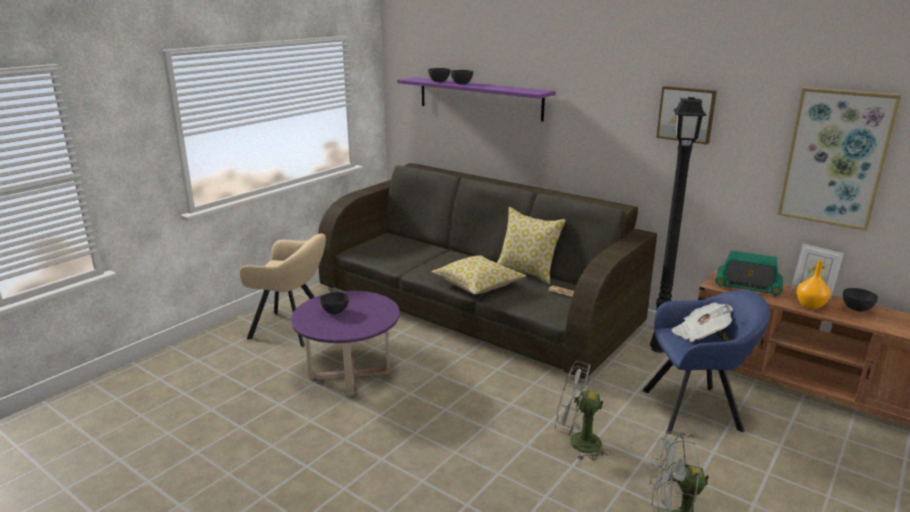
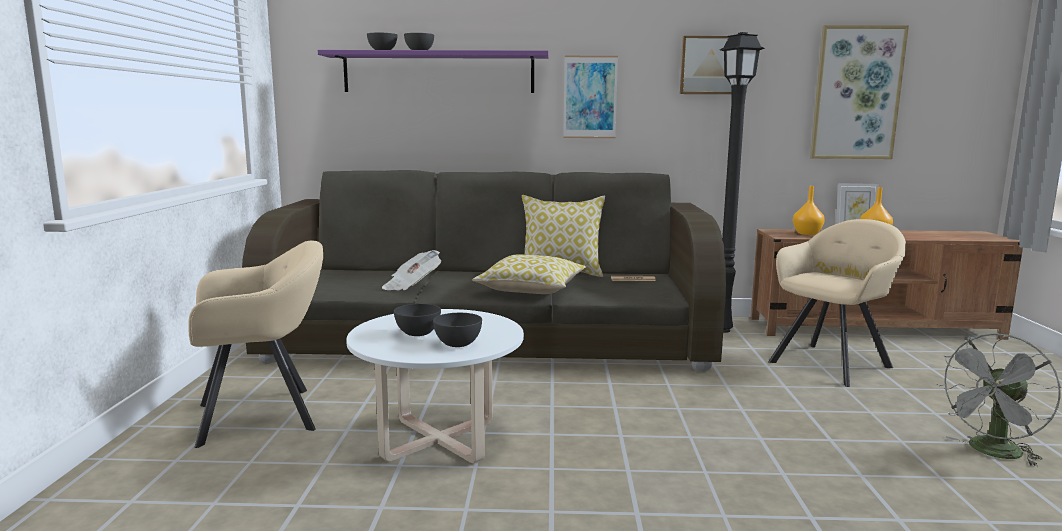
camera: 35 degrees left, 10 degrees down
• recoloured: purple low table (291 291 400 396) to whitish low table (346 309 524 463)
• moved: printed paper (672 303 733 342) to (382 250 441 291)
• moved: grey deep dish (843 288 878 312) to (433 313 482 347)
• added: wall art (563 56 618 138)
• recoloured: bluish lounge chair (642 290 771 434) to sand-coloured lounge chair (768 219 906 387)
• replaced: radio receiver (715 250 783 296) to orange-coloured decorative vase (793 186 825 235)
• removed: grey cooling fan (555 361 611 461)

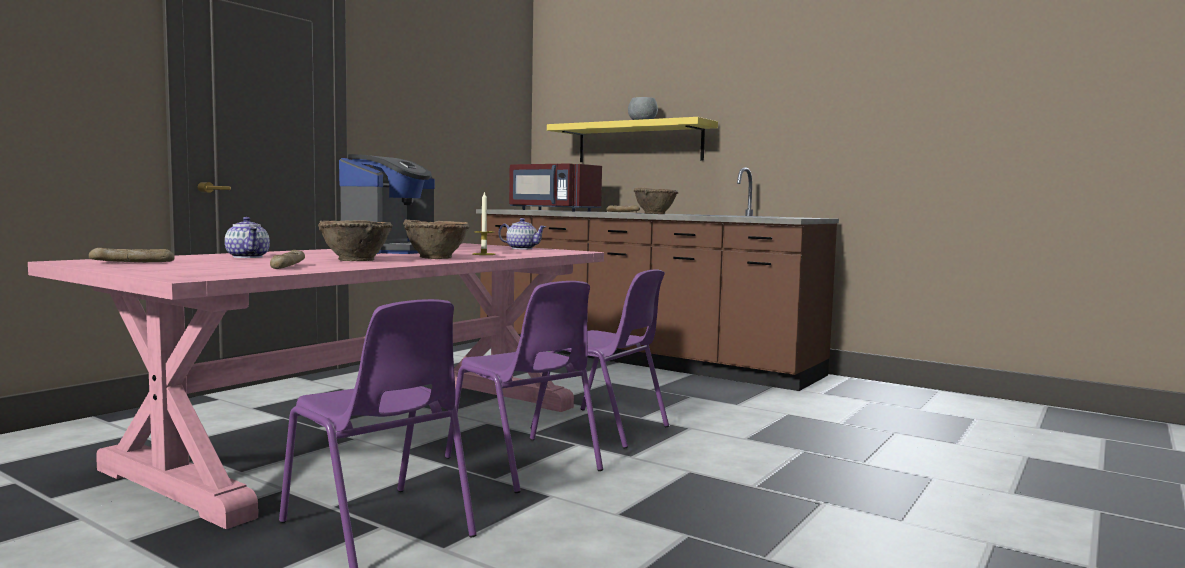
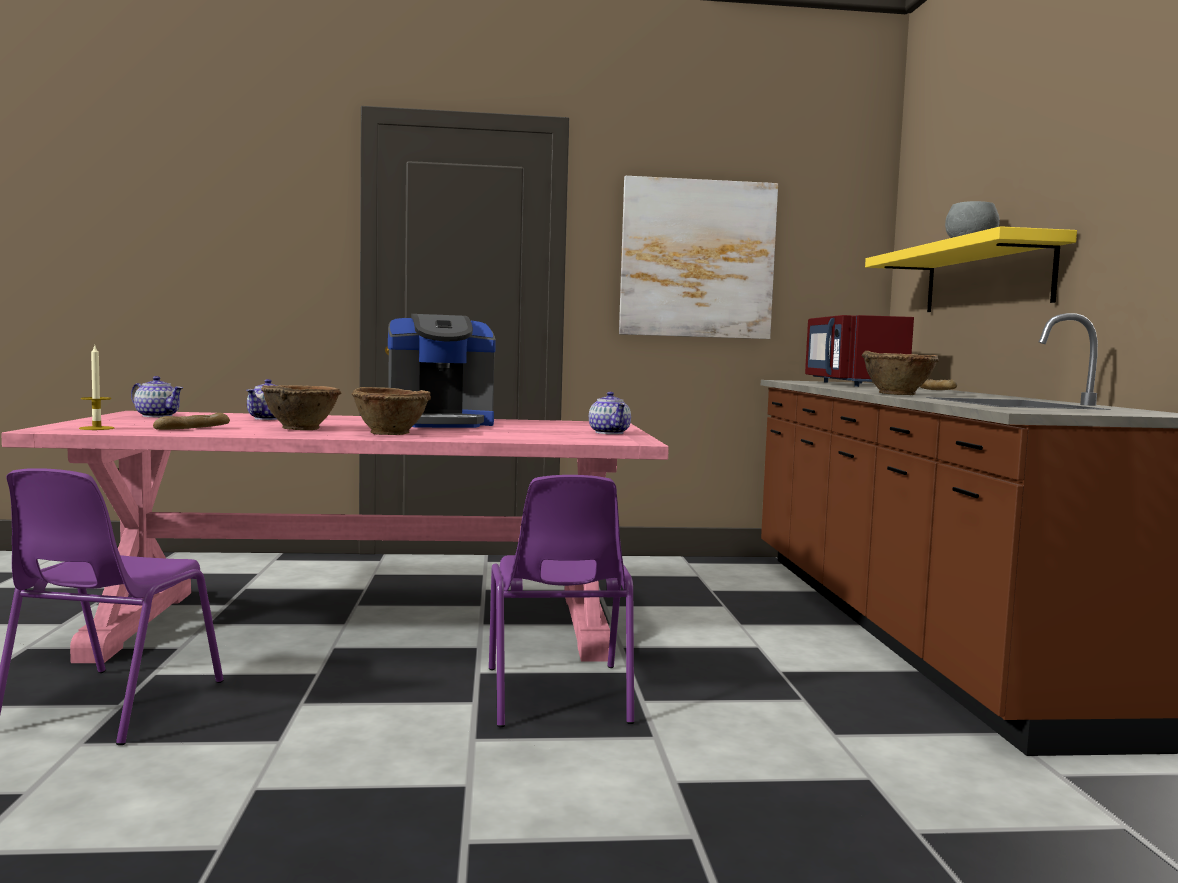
camera: 50 degrees right, 0 degrees up
• moved: wax light (473 191 496 255) to (79 346 114 430)
• replaced: bread (89 248 175 262) to tea pot (131 376 183 417)
• added: wall art (619 176 778 339)
• removed: purple chair (445 281 603 493)

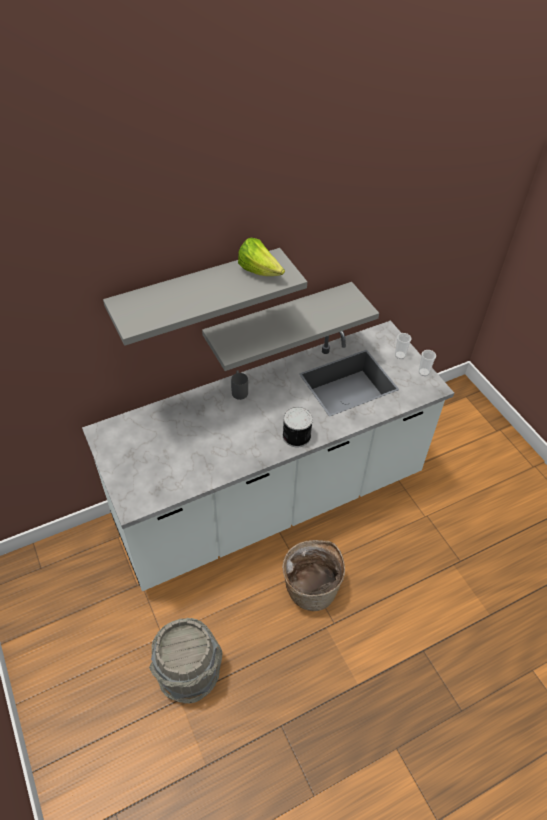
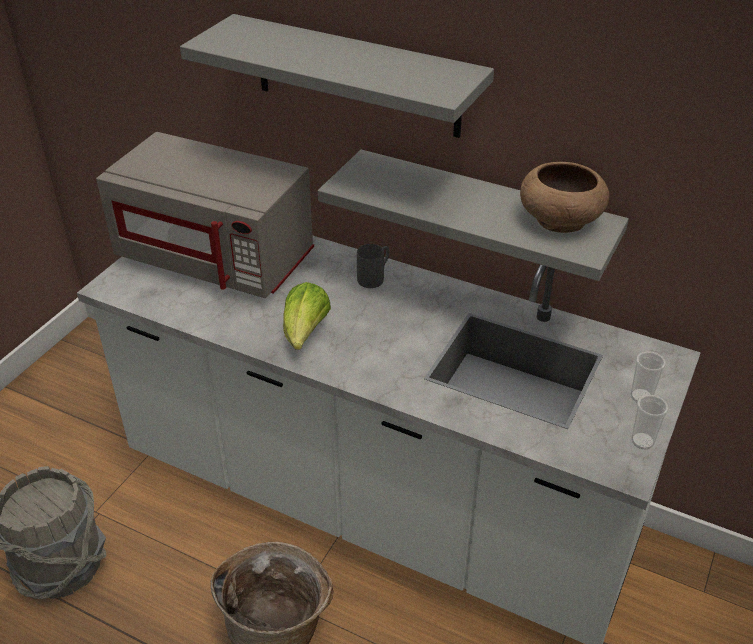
camera: 55 degrees right, 10 degrees down
• added: grey microwave oven (96 132 314 298)
• moved: head of lettuce (238 238 285 276) to (283 282 331 350)
• added: brown-coloured deep dish (520 162 610 233)
• removed: can (282 406 313 447)

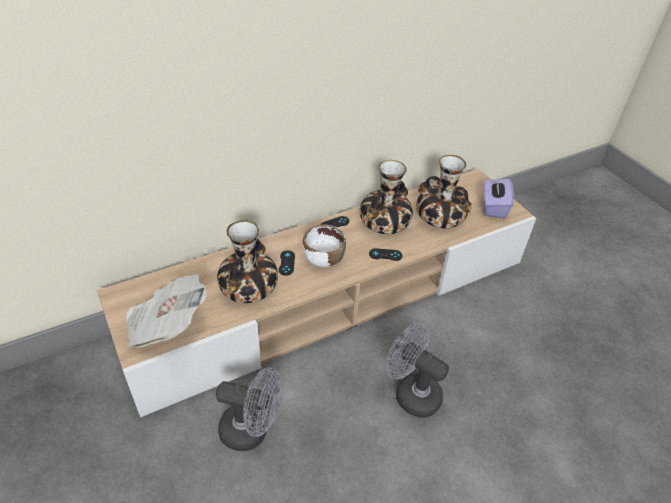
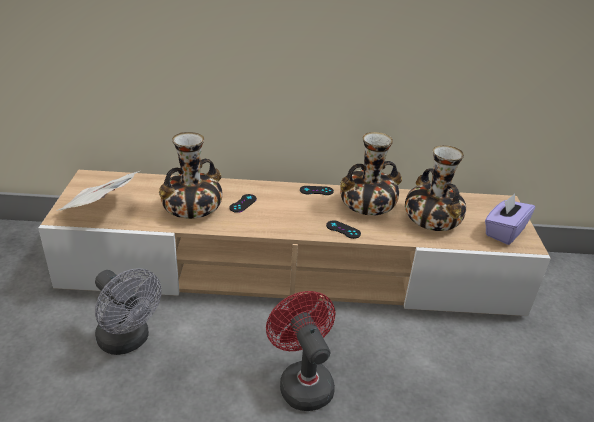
camera: 30 degrees right, 10 degrees down
• recoloured: grey cooling fan (386 322 449 418) to reddish cooling fan (266 291 335 411)
• removed: whitish deep dish (303 224 346 267)

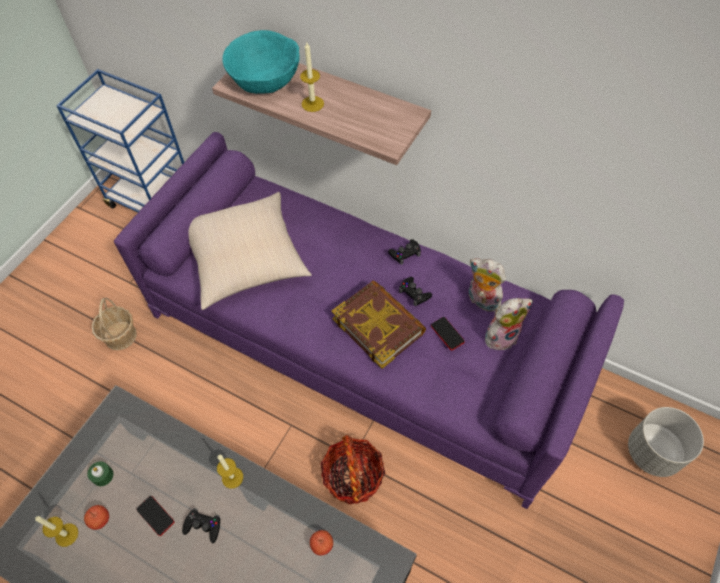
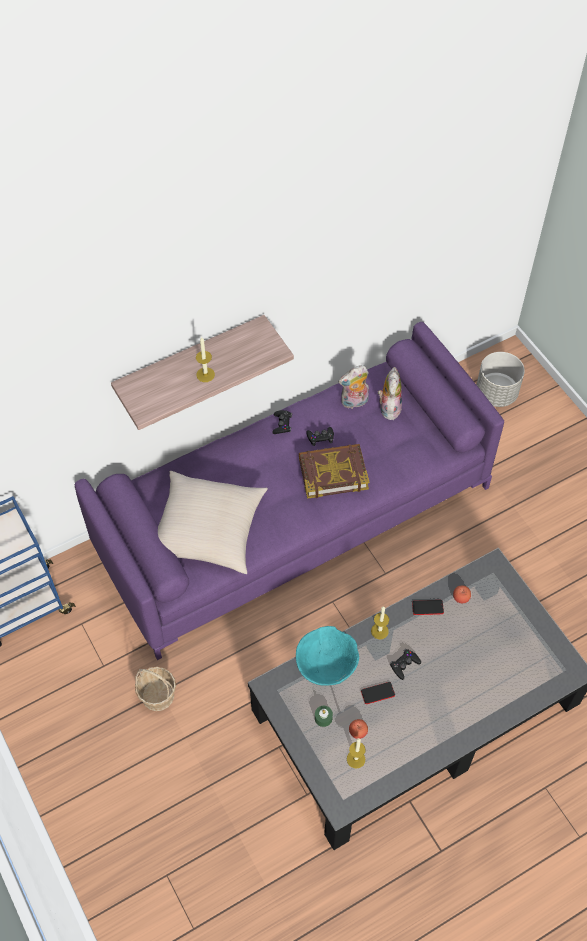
camera: 60 degrees left, 0 degrees up
• moved: blue-green deep dish (222 30 300 94) to (296 626 359 686)
• moved: handset (431 317 465 350) to (412 600 444 615)
• removed: storage basket (320 435 385 505)

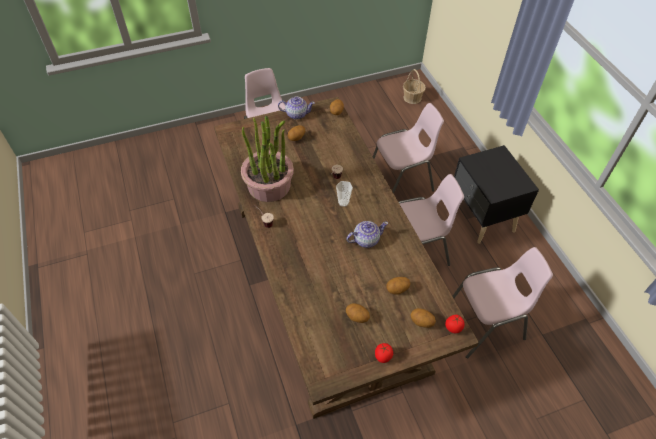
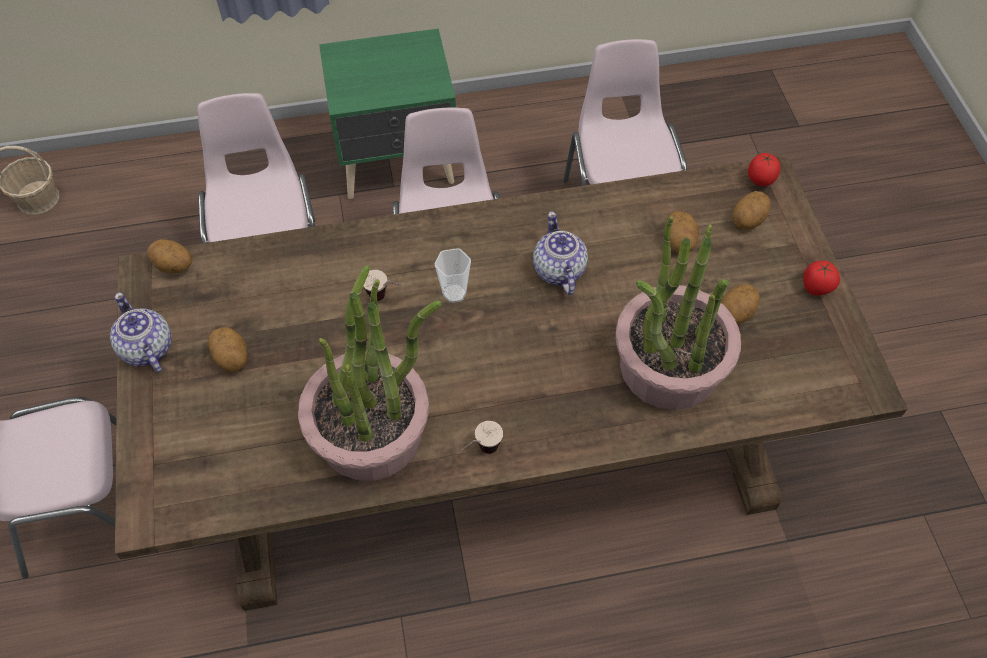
camera: 80 degrees left, 5 degrees up
• turned: tea pot (278 97 315 119) = (110 292 172 373) 45 degrees counterclockwise
• recoloured: blackish bedside table (454 145 539 244) to greenish bedside table (319 29 456 199)
• added: houseplant (616 216 741 410)

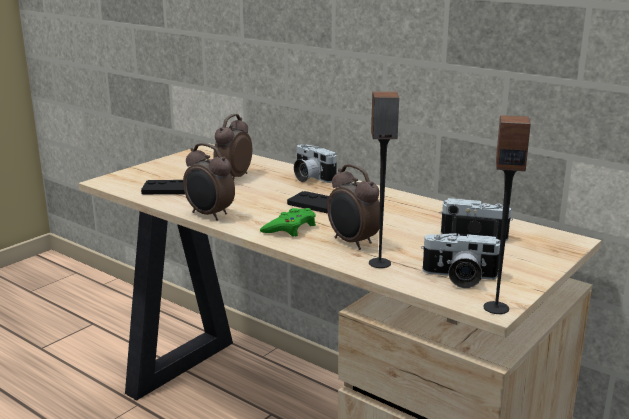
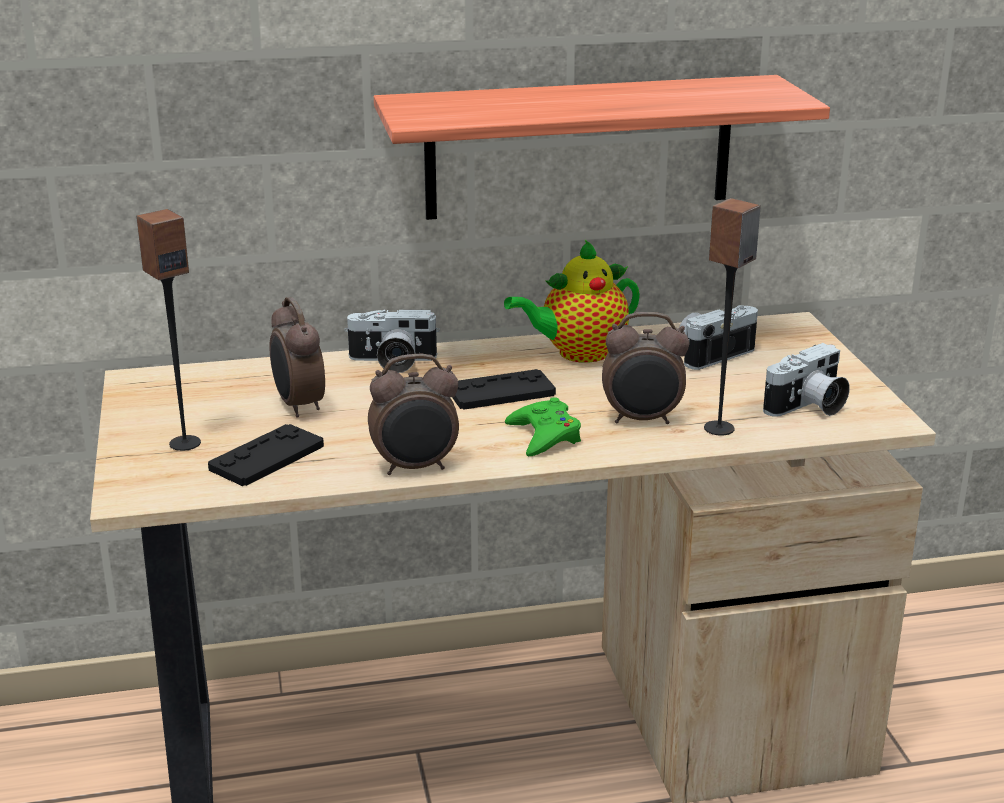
camera: 50 degrees left, 5 degrees up
• moved: loudspeaker (483 115 531 314) to (136 209 201 451)
• added: shelf (374 75 830 220)
• added: tea pot (504 240 640 363)

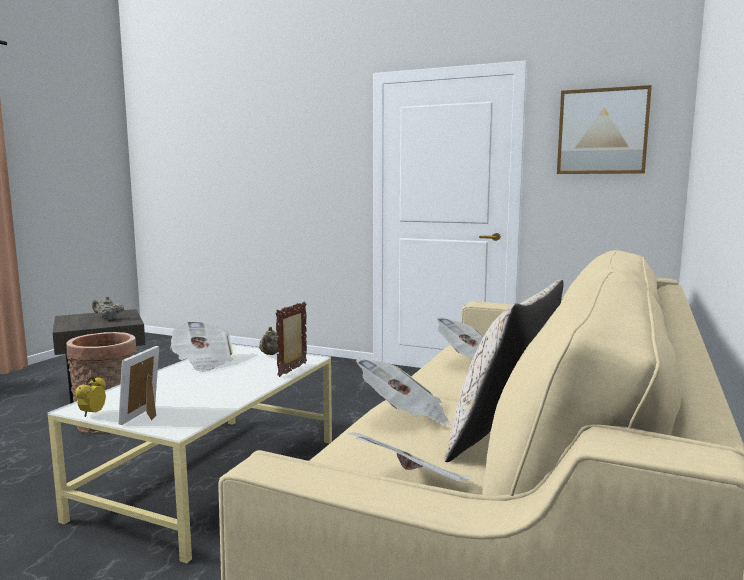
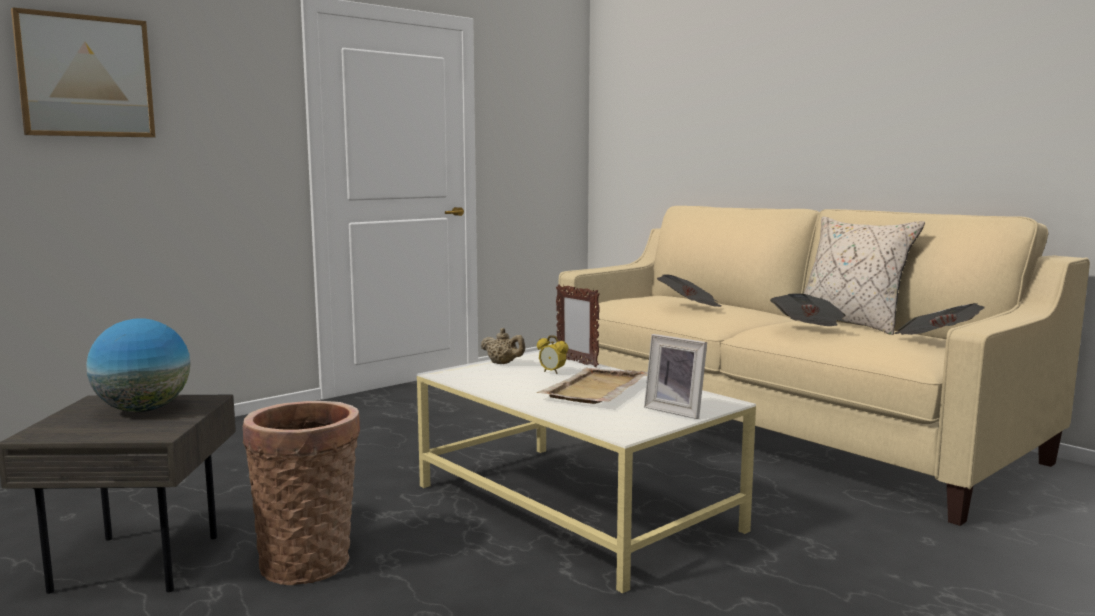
camera: 65 degrees left, 0 degrees up
• moved: wall art (557 85 652 174) to (11 7 155 138)
• replaced: sand-coloured tea pot (92 296 124 320) to globe (86 319 190 412)
• added: sand-coloured tray (536 368 648 404)
• moved: alarm clock (75 376 106 417) to (537 335 568 374)
• removed: printed paper (170 321 233 372)

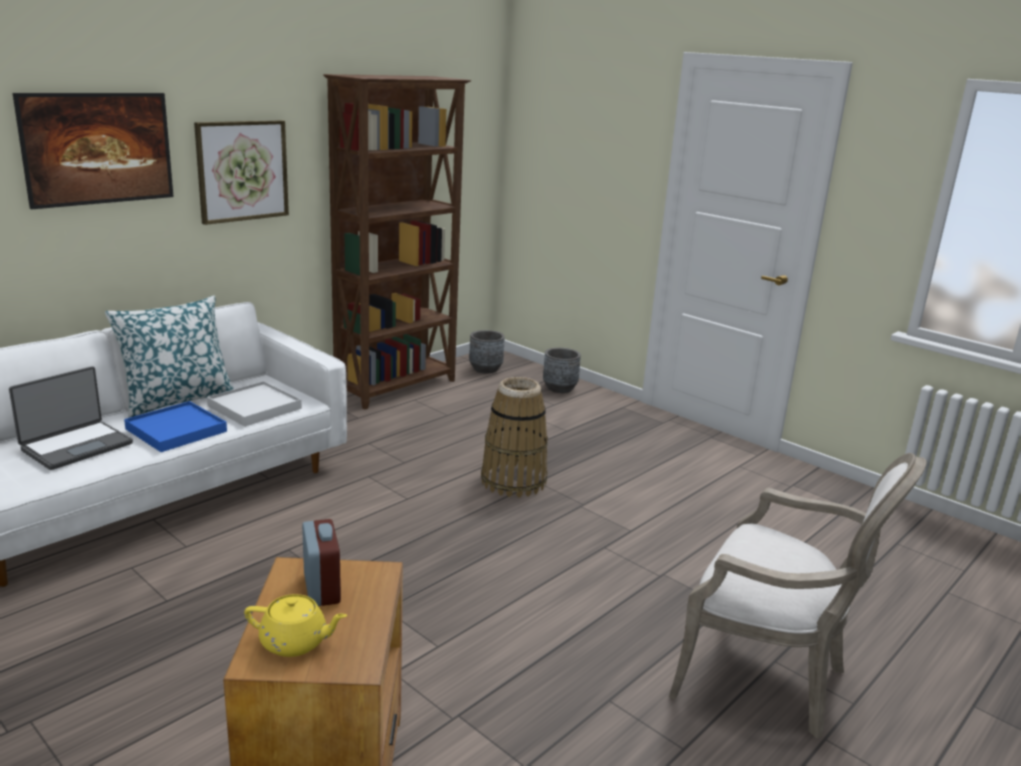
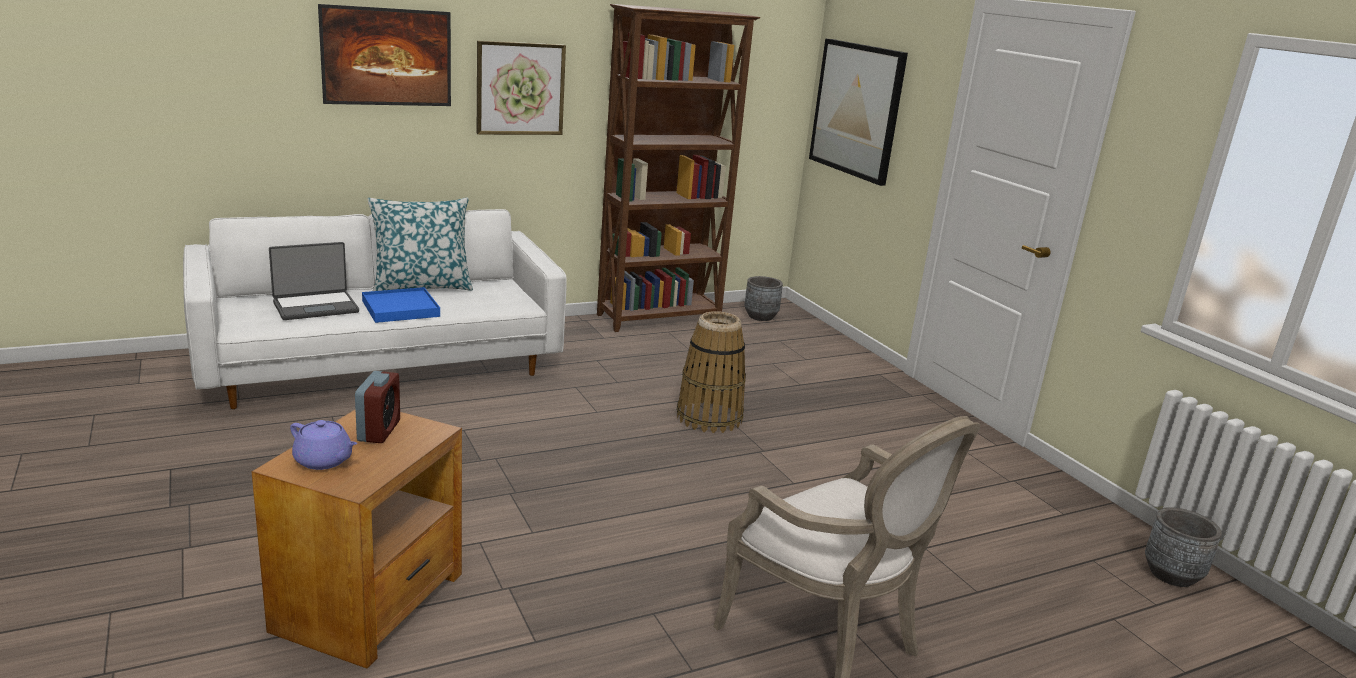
camera: 20 degrees right, 0 degrees up
• recoloured: yellow-coloured tea pot (244 594 347 657) to purple tea pot (290 420 357 470)
• added: wall art (809 38 908 186)
• moved: grey planter (543 348 581 393) to (1145 507 1222 587)
• removed: whitish tray (207 381 302 427)

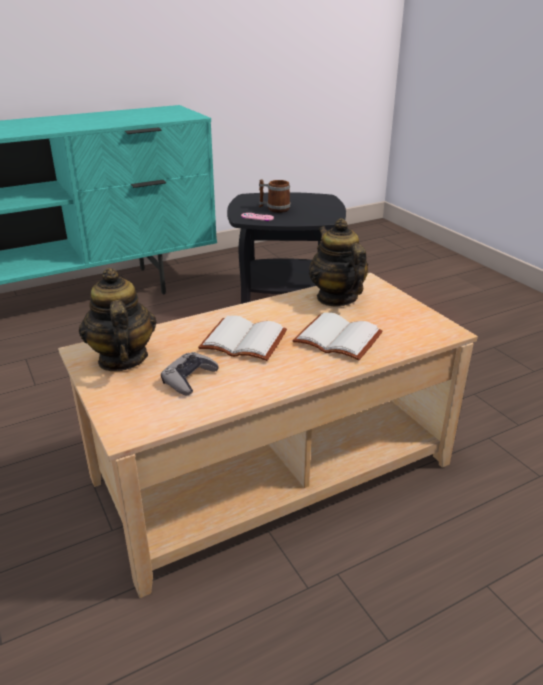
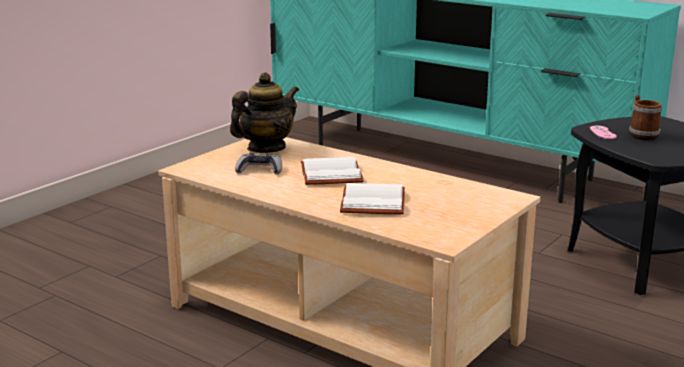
camera: 65 degrees right, 10 degrees down
• removed: tea pot (309 218 368 307)

